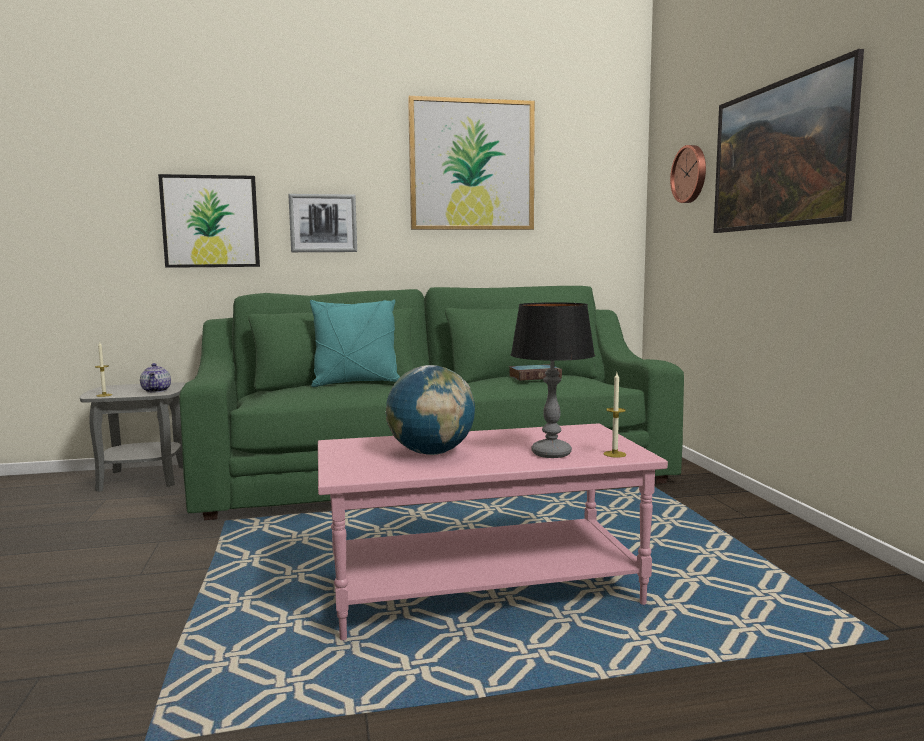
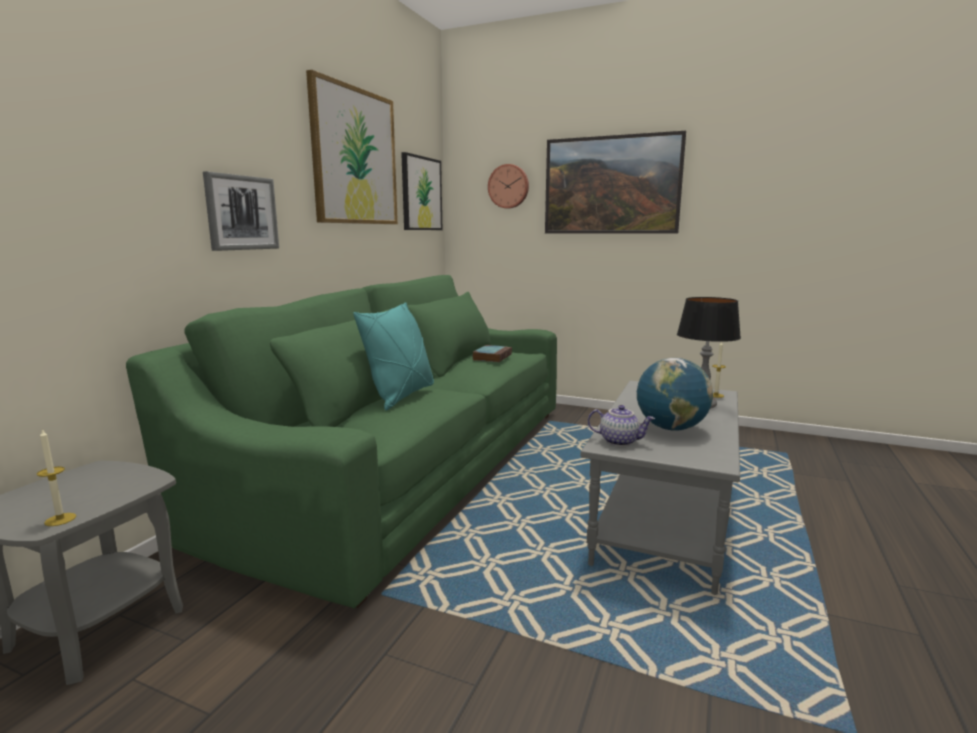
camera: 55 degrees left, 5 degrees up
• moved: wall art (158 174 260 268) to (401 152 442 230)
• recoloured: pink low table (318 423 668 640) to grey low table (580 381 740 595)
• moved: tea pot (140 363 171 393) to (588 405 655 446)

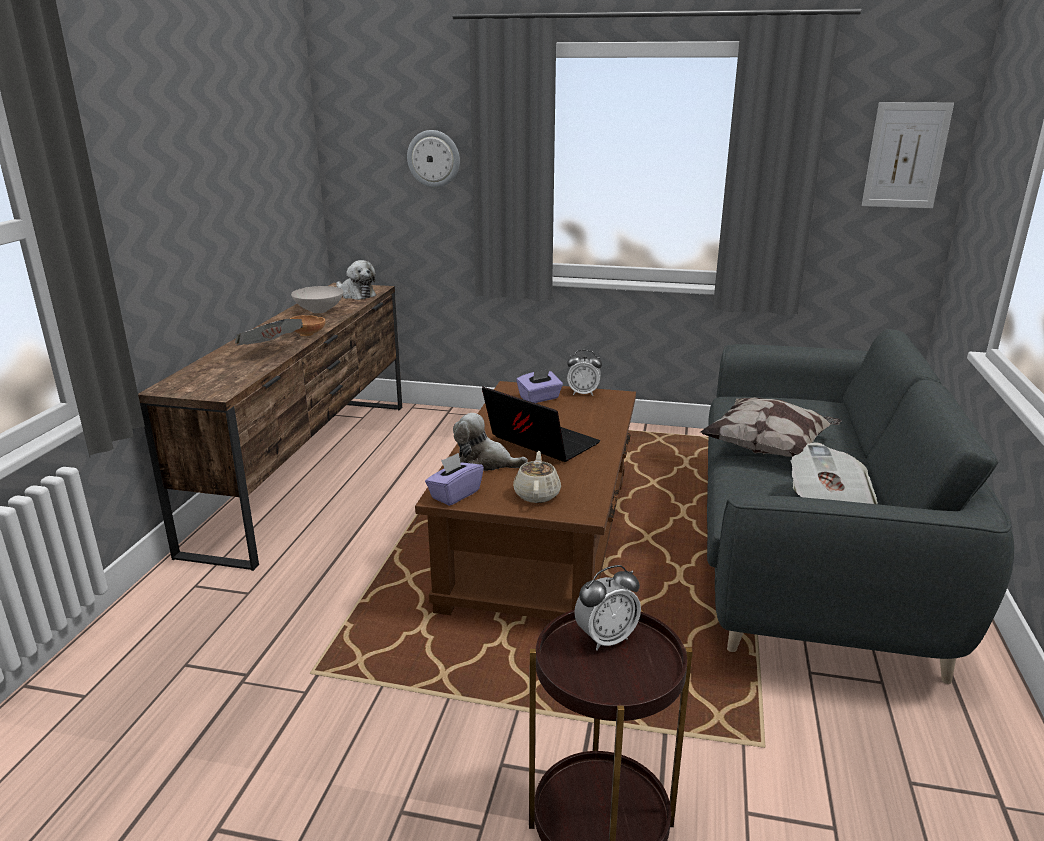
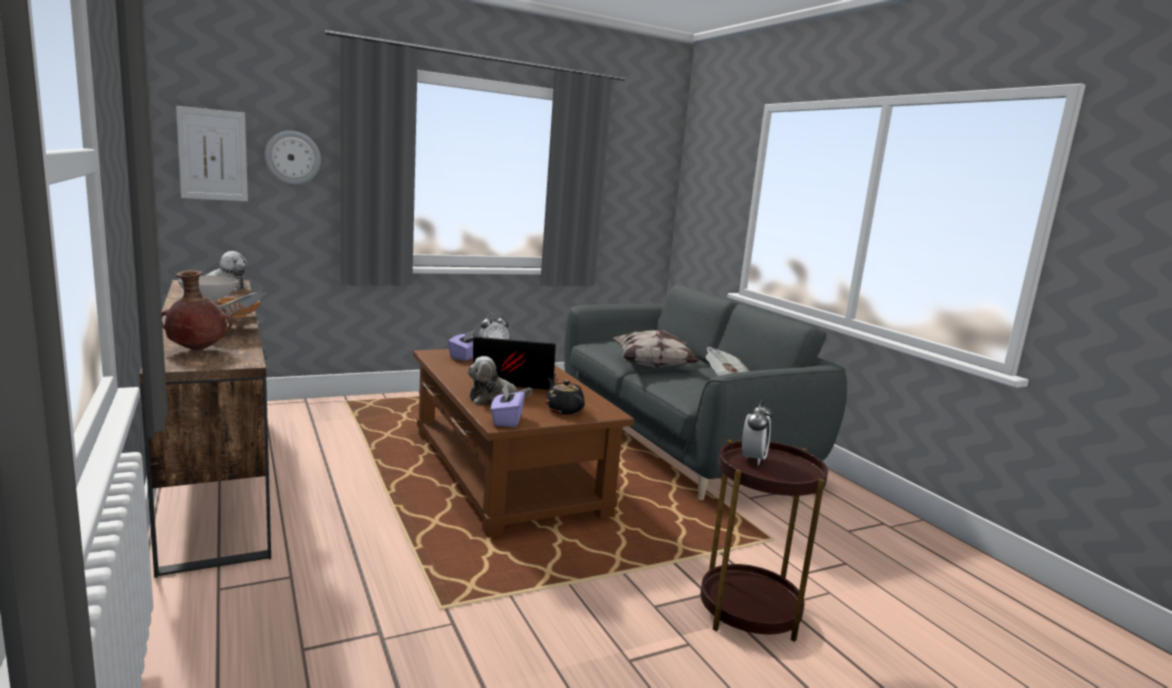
camera: 40 degrees left, 10 degrees down
• added: brown-coloured decorative vase (161 270 233 350)
• moved: wall art (862 102 954 208) to (176 106 248 201)
• recoloured: sand-coloured tea pot (513 451 561 503) to blackish tea pot (546 378 585 415)

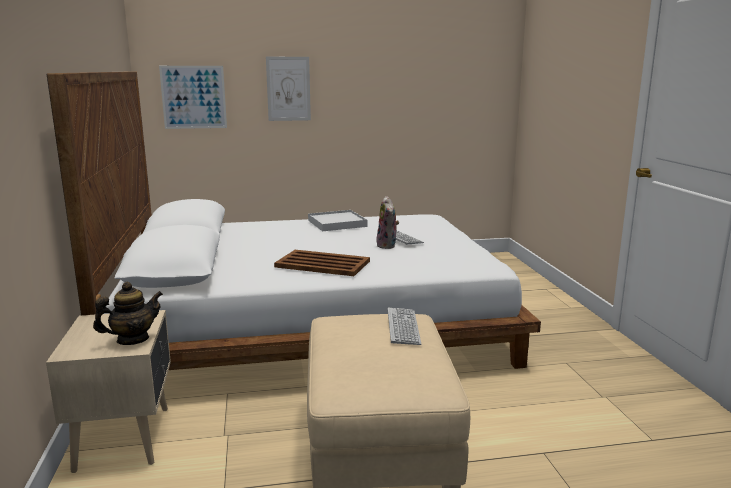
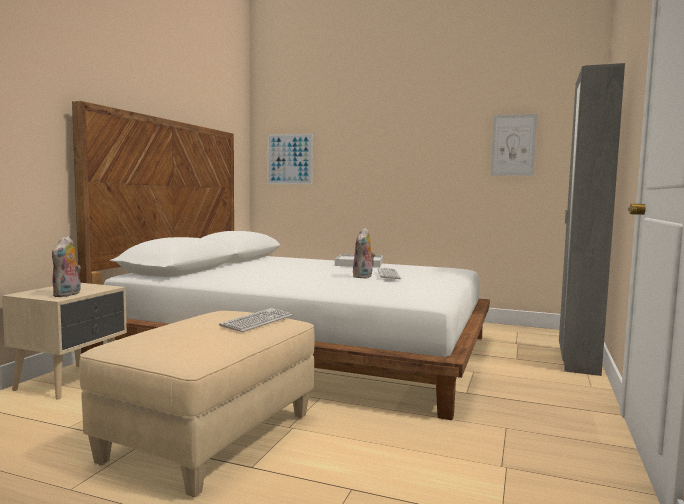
camera: 30 degrees right, 10 degrees down
• replaced: tea pot (93 282 163 345) to plush toy (52 236 81 297)
• moved: wall art (266 57 311 121) to (491 114 537 176)
• added: grey clothes cupboard (559 63 625 376)
• removed: brown-coloured tray (274 250 370 276)

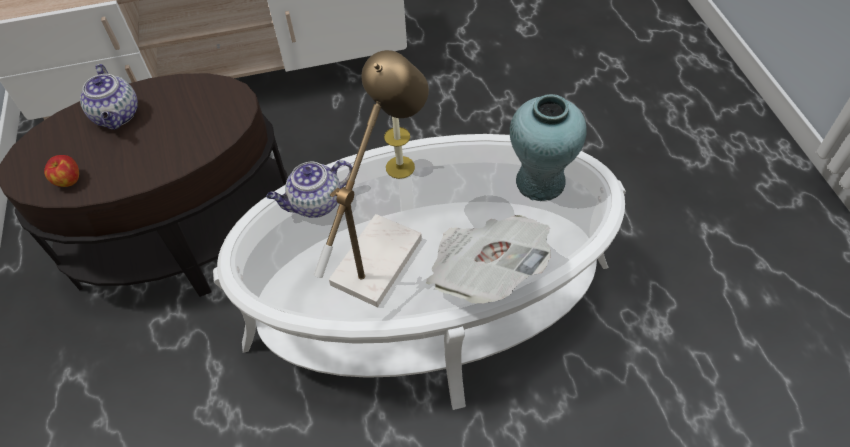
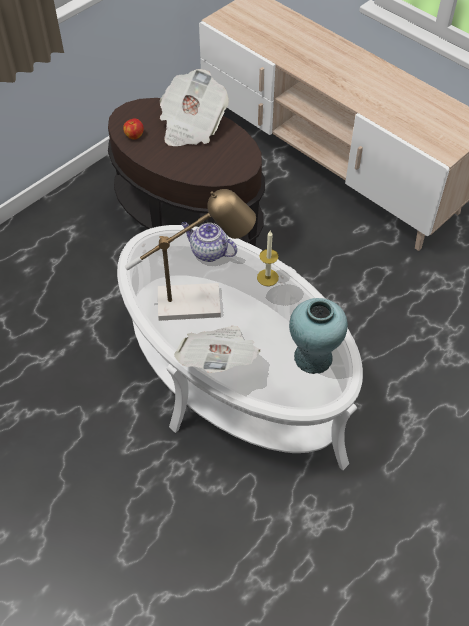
camera: 55 degrees right, 0 degrees up
• replaced: tea pot (80 64 138 130) to printed paper (159 69 229 146)

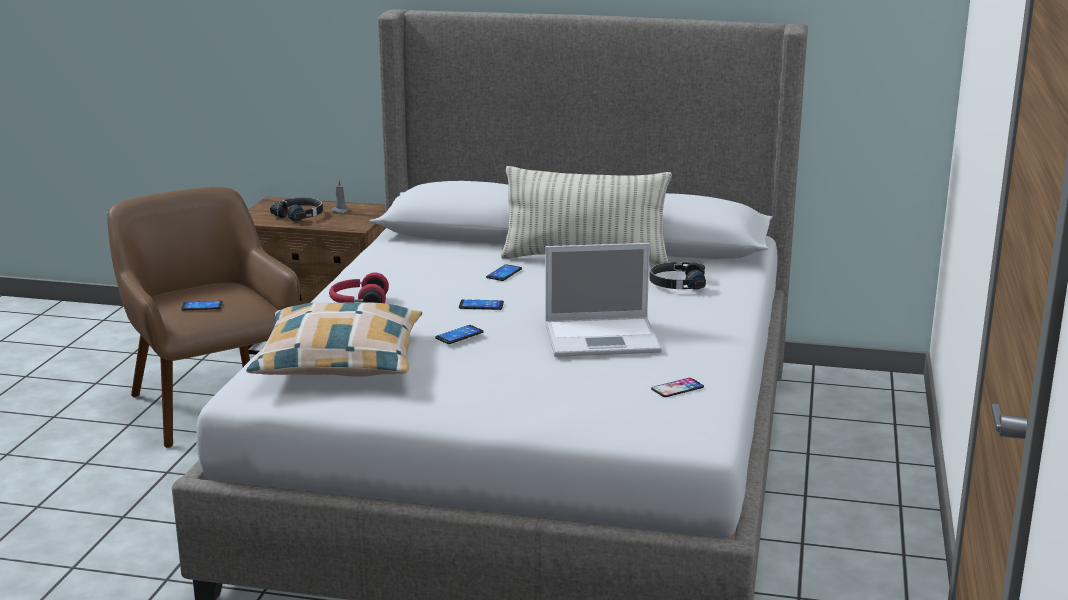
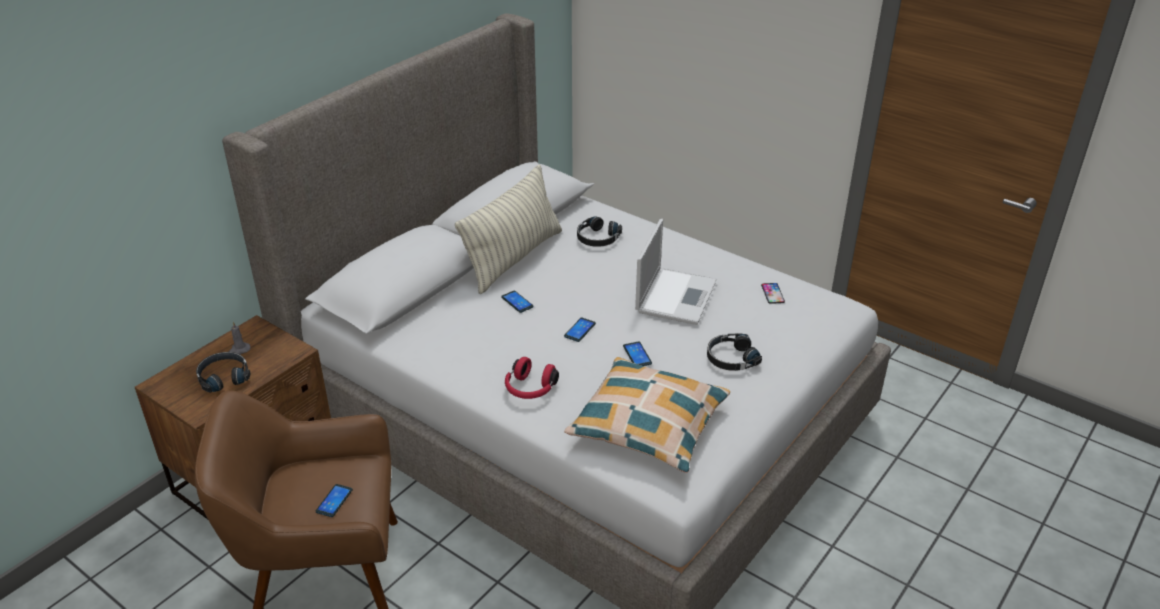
camera: 65 degrees left, 15 degrees up
• added: blackish headset (707 333 762 371)

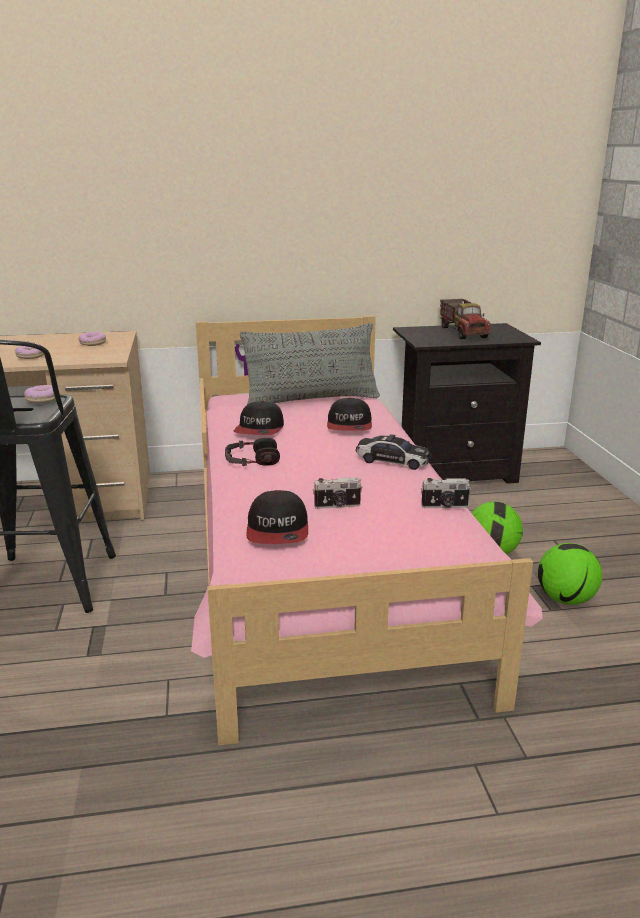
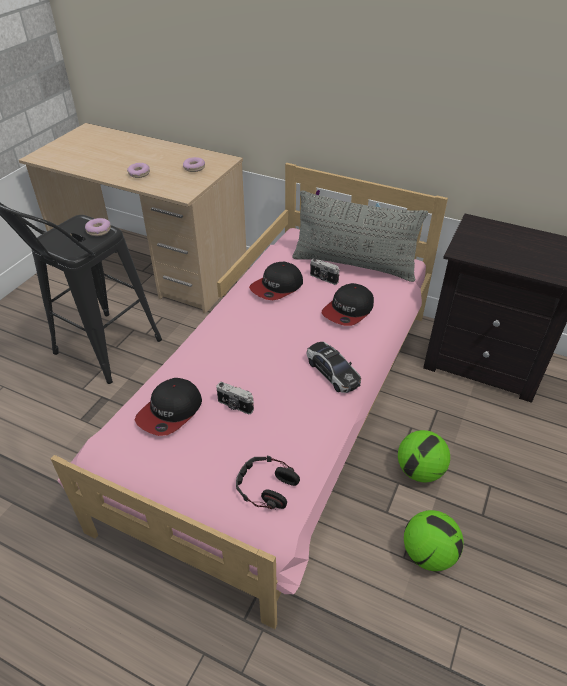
camera: 35 degrees right, 20 degrees up
• moved: headset (225 438 280 466) to (236 456 300 510)
• moved: still camera (421 478 471 508) to (310 258 340 285)
• removed: toy lorry (440 299 490 339)

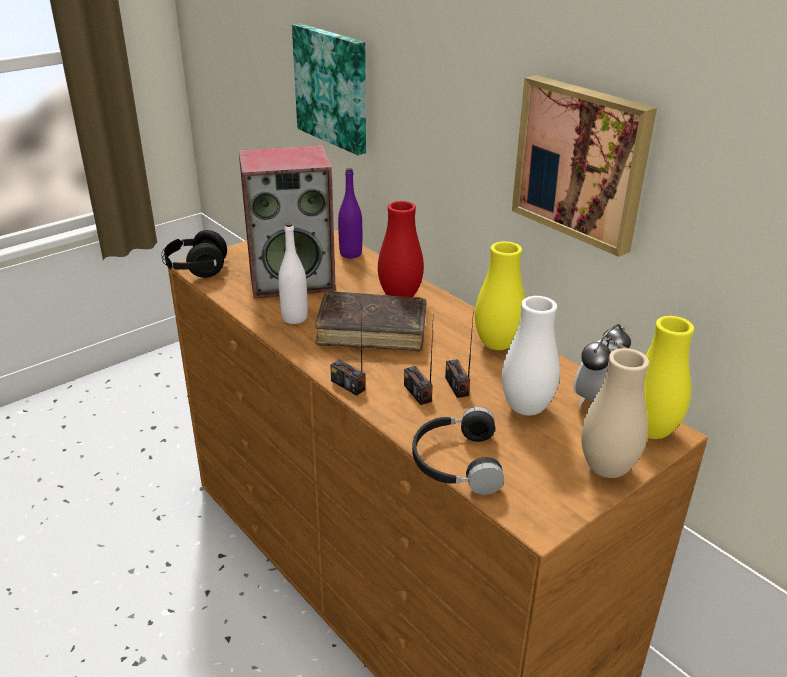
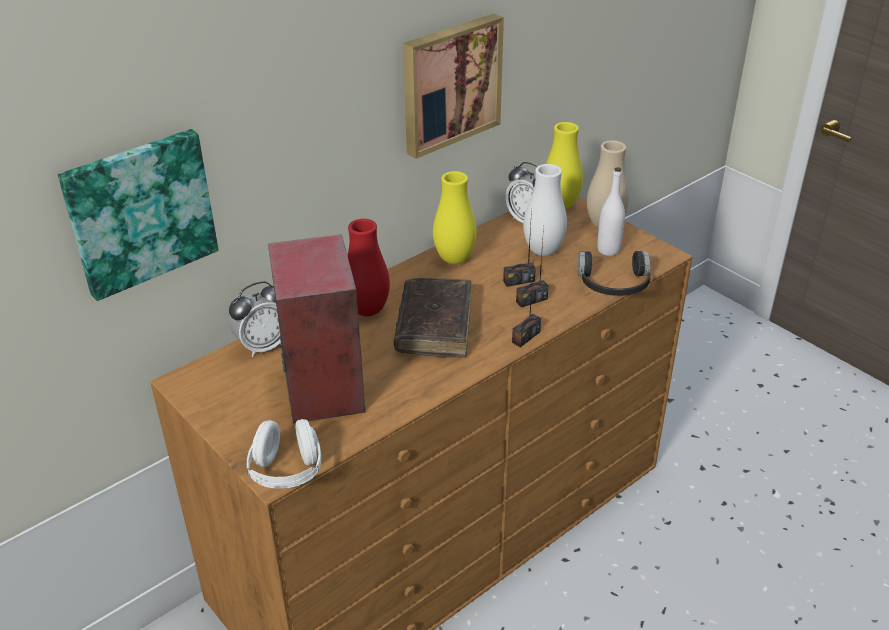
camera: 90 degrees left, 5 degrees up
• replaced: purple beverage bottle (338 168 362 258) to alarm clock (229 281 281 357)
• recoloured: blackish headset (161 230 227 278) to whitish headset (247 419 321 489)
• moved: whitish beverage bottle (278 222 308 324) to (597 167 625 256)

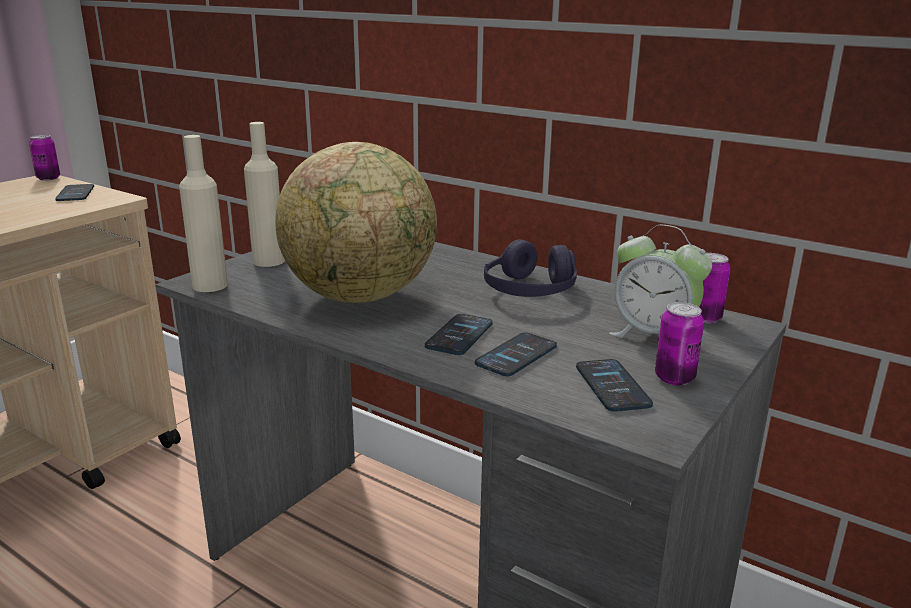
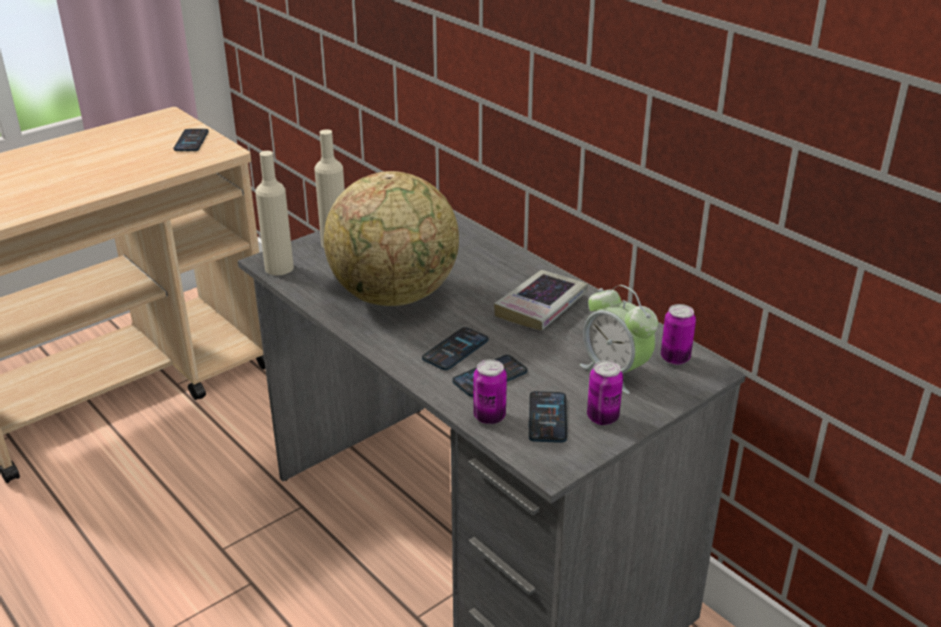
camera: 15 degrees right, 10 degrees up
• moved: can (29 135 60 181) to (474 359 507 424)
• replaced: purple headset (484 239 577 297) to bound book (494 270 587 331)

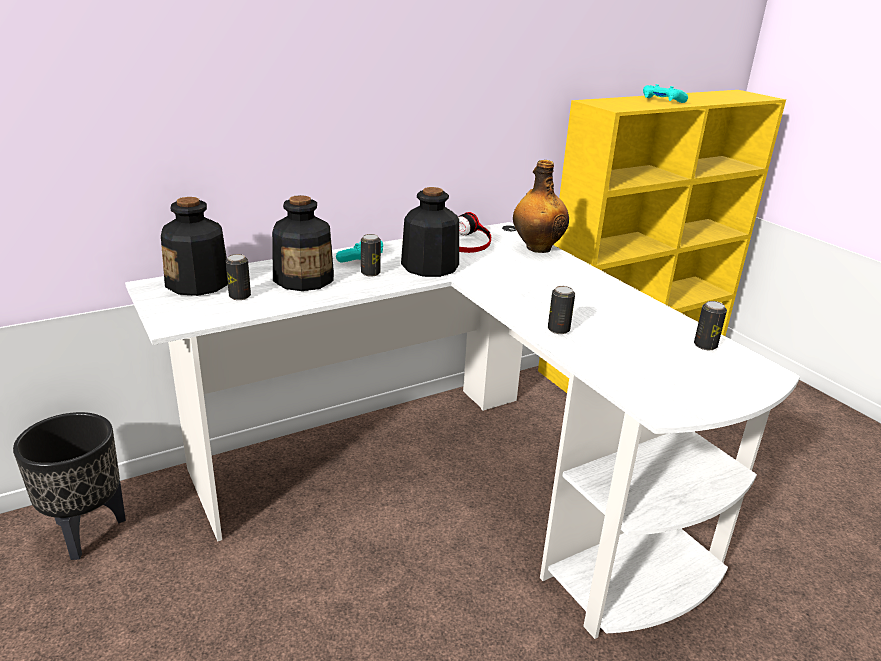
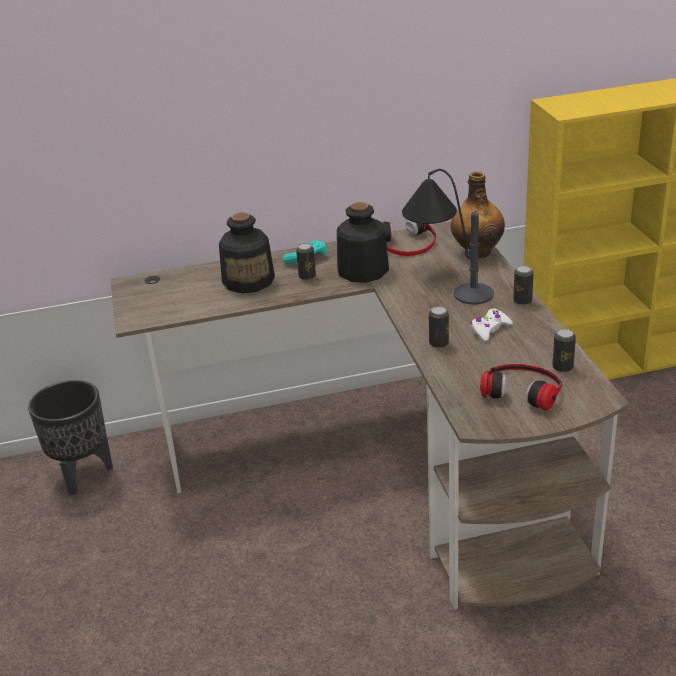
camera: 20 degrees right, 5 degrees up
• recoloured: whitish desk (125 222 800 639) to brown-coloured desk (110 222 629 609)
• added: lamp for a table (402 169 494 305)
• added: whitish gamepad (471 308 513 342)
• added: headset (480 364 562 410)
• moved: can (225 254 251 300) to (513 266 534 305)
• removed: beverage bottle (161 197 228 296)
• removed: blue-green gamepad (643 84 688 103)

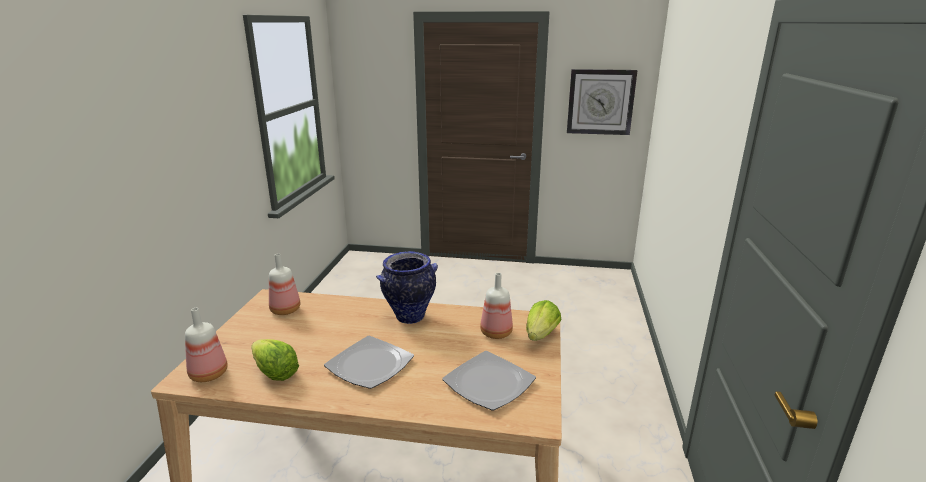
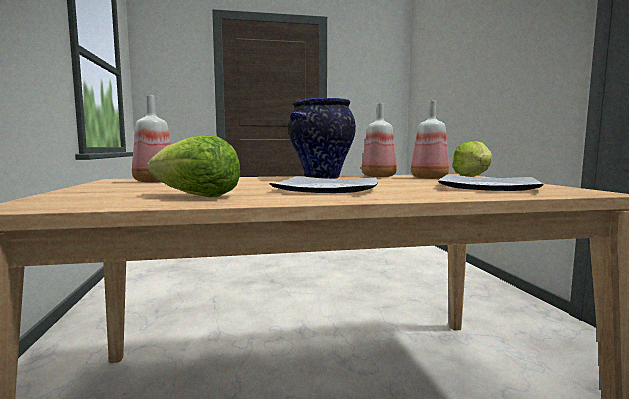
camera: 20 degrees left, 15 degrees down
• moved: beverage bottle (185 308 228 382) to (361 103 397 177)
• removed: clock on the wall (567 69 638 135)

